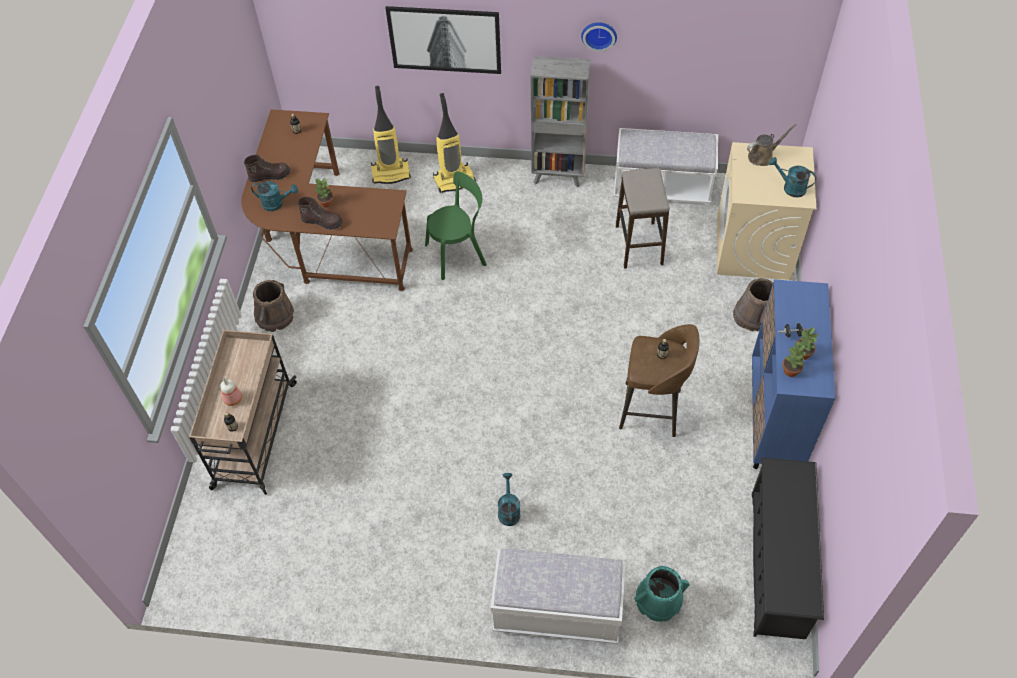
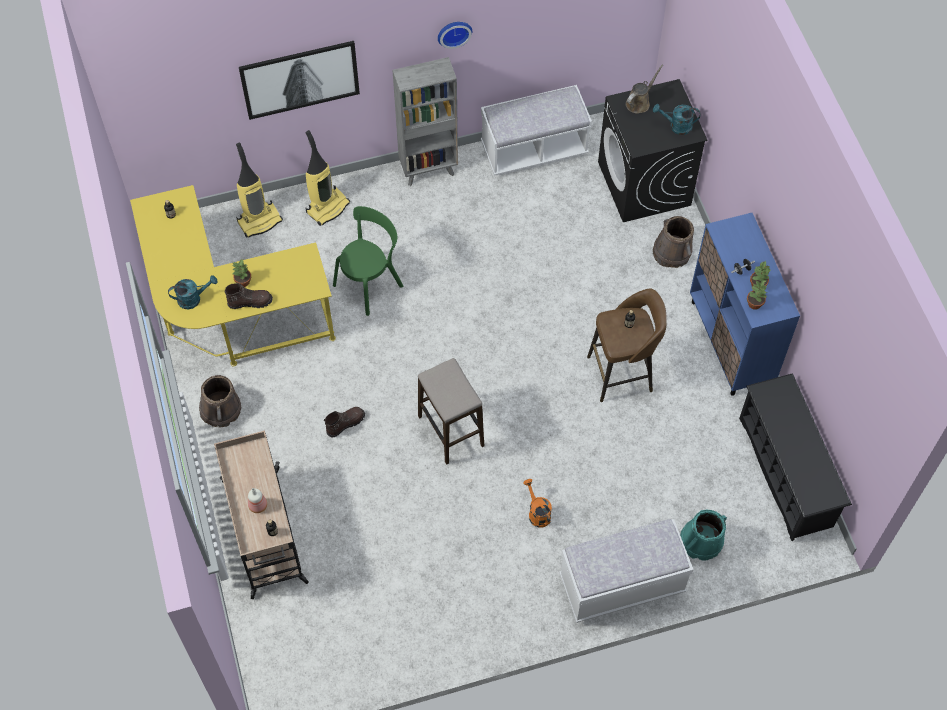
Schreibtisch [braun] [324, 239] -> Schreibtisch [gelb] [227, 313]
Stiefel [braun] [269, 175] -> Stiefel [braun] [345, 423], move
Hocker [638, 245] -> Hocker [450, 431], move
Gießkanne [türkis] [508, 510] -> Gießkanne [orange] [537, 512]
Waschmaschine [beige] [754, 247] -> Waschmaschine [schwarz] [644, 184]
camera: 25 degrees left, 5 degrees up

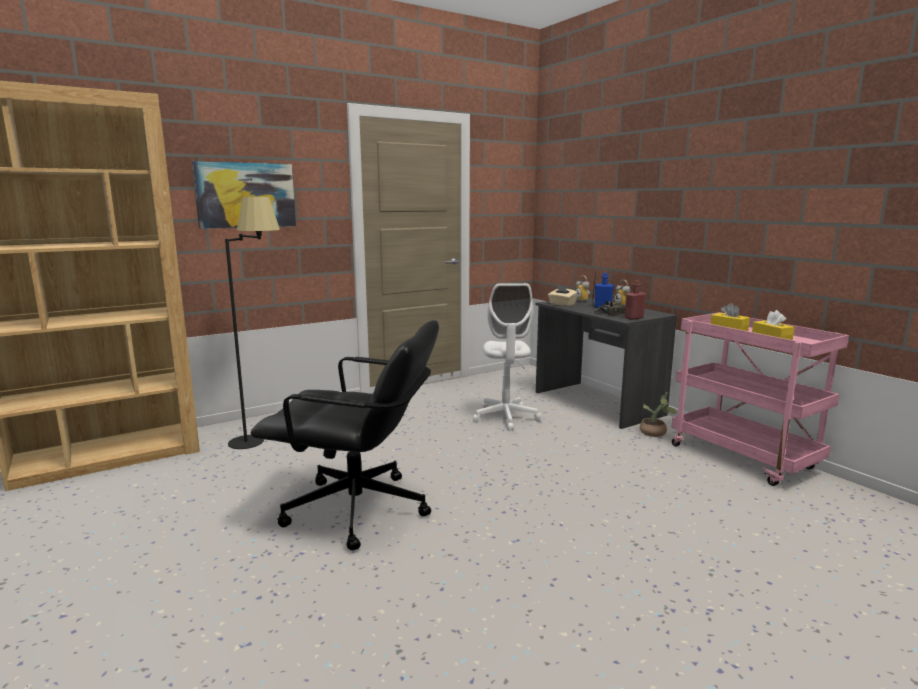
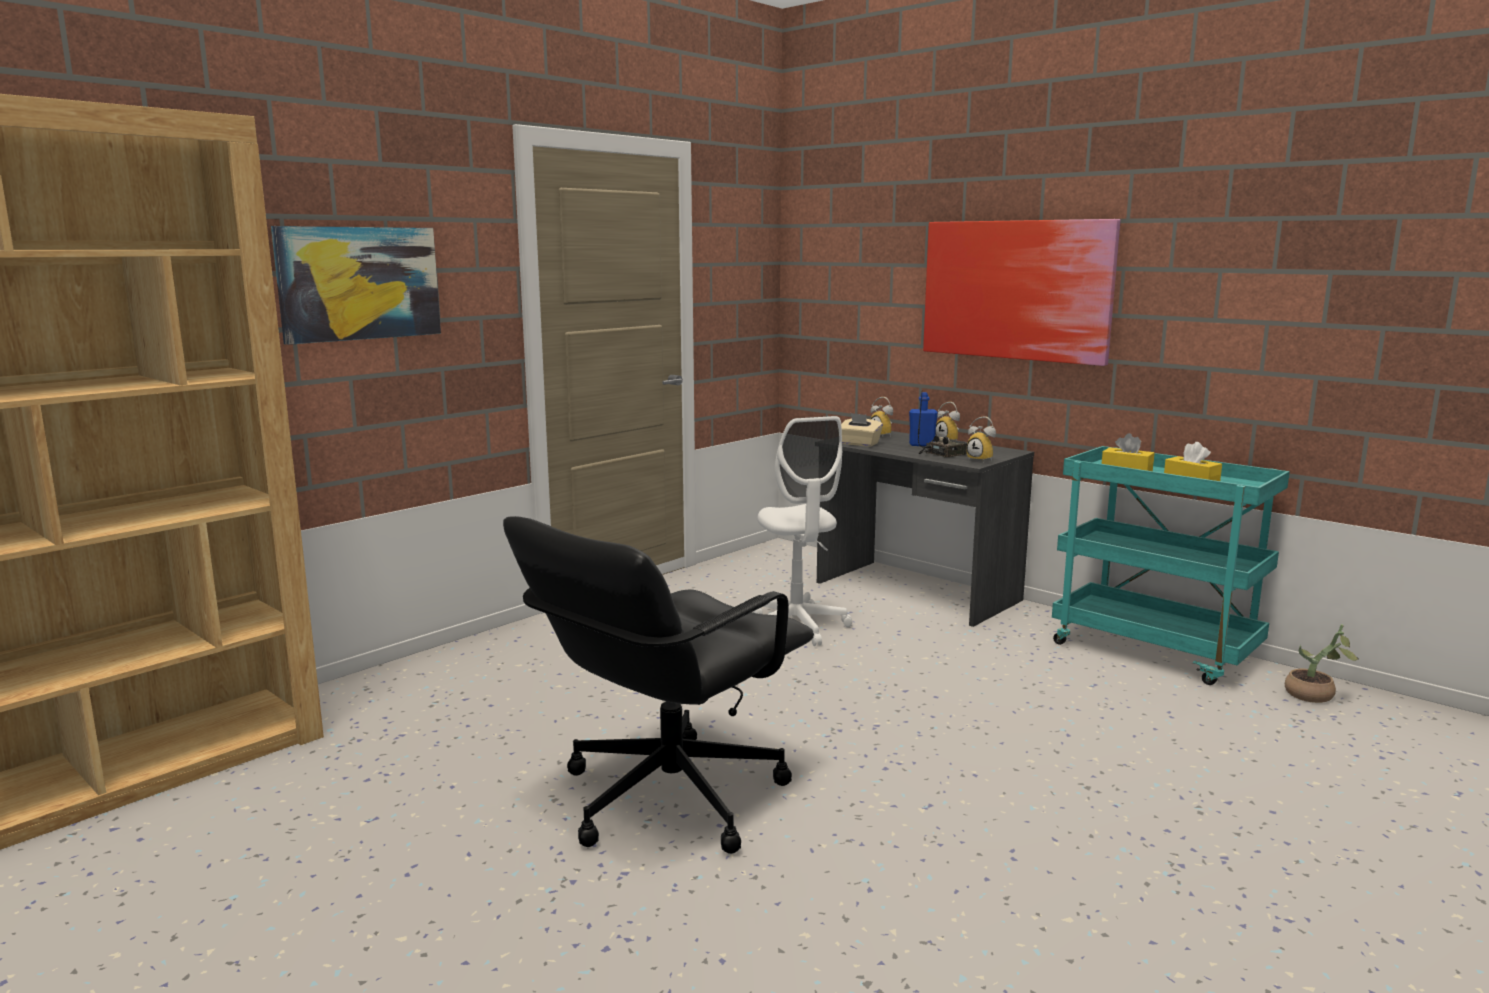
Bürostuhl [schwarz] [358, 511] -> Bürostuhl [schwarz] [668, 796], 135 degrees clockwise
none -> Bild [1016, 290]
Flasche [rot] [634, 318] -> Wecker [982, 460]
Rollwagen [rosa] [744, 458] -> Rollwagen [türkis] [1156, 651]
Topfpflanze [655, 434] -> Topfpflanze [1315, 696], move
Stehlampe [schwarz] [262, 441] -> none
camera: 15 degrees left, 0 degrees up

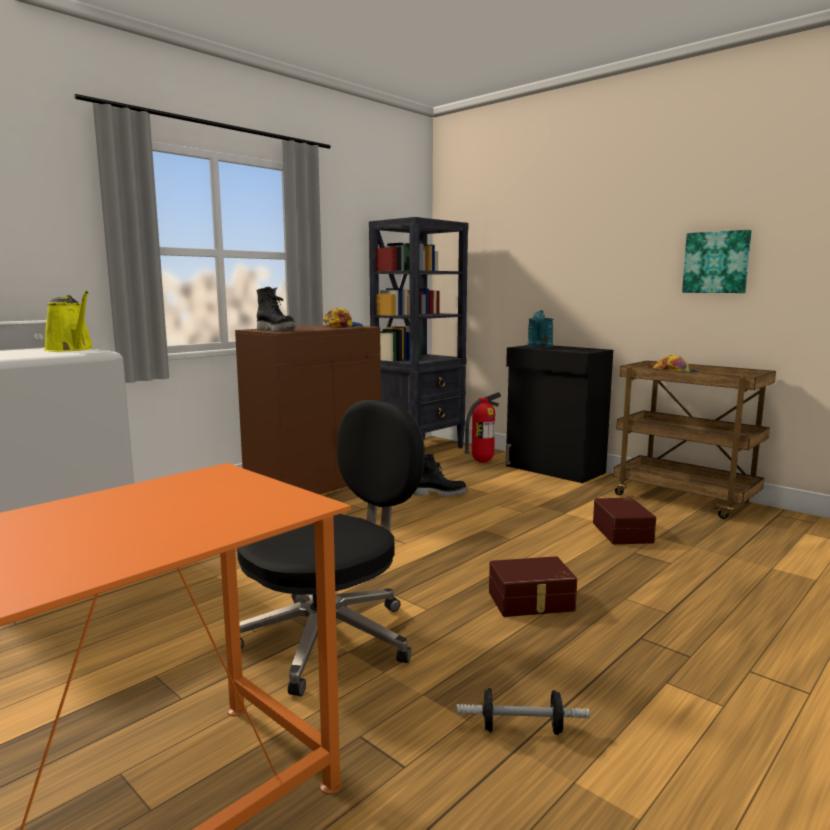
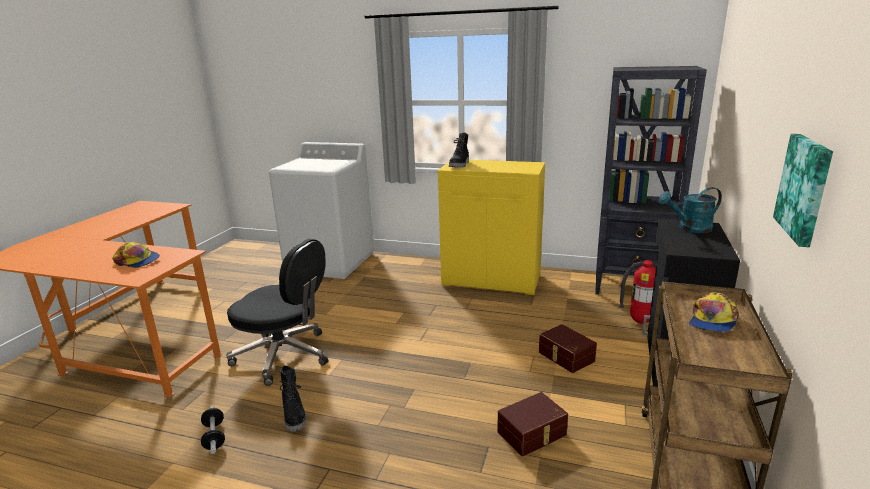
Kappe [342, 326] -> Kappe [138, 261], move
Stiefel [schwarz] [439, 493] -> Stiefel [schwarz] [294, 415], move
Schrank [braun] [314, 485] -> Schrank [gelb] [492, 280]
Aufbewahrungsbox [braun] [531, 602] -> Aufbewahrungsbox [braun] [565, 357], move
Gießkanne [gelb] [71, 349] -> none
camera: 65 degrees right, 10 degrees up

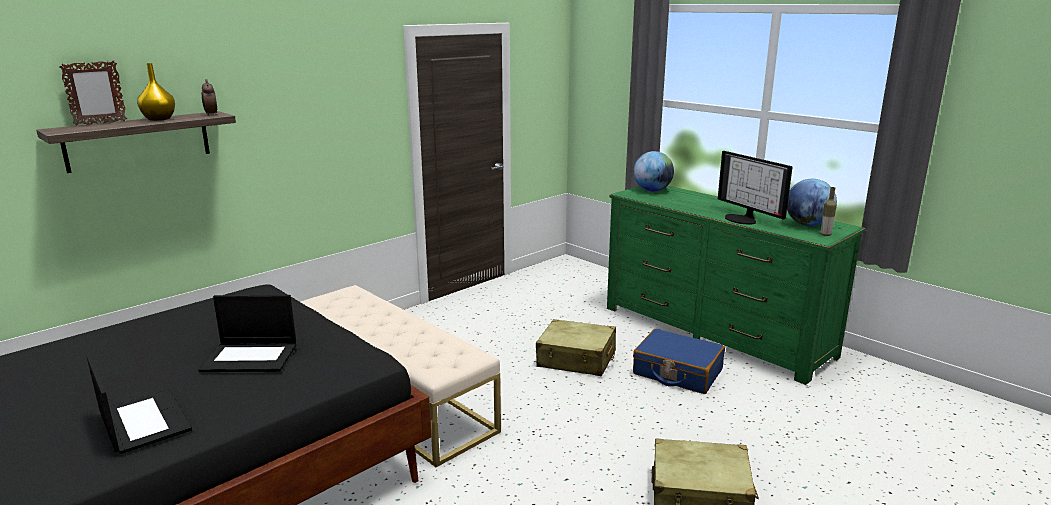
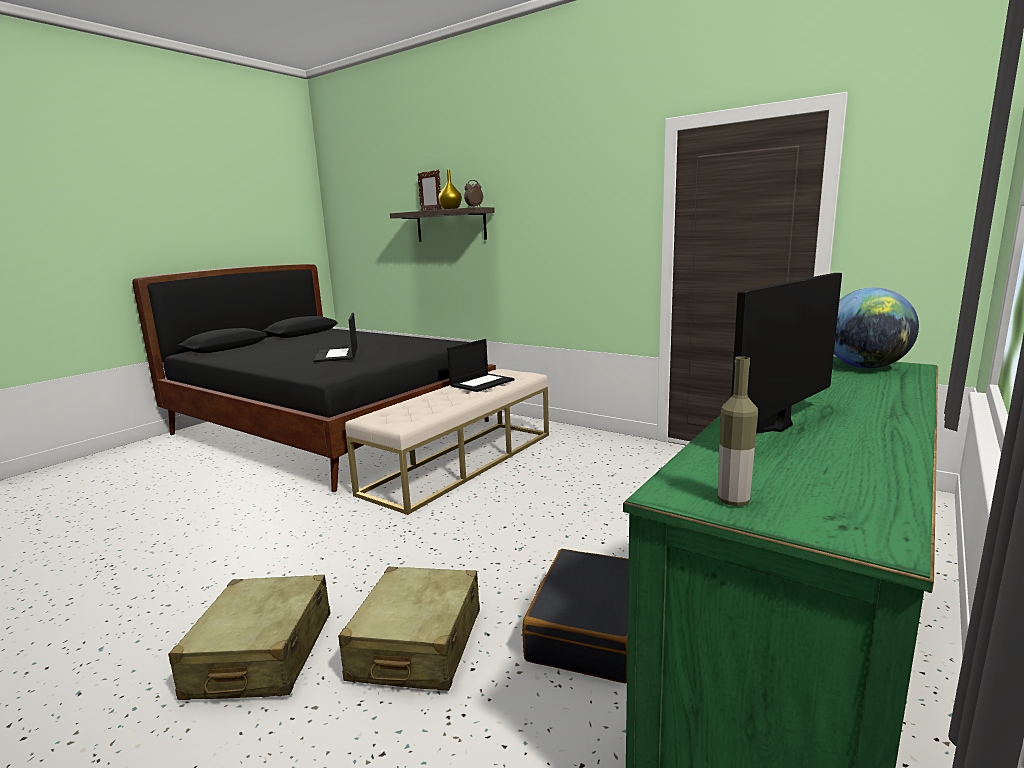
Koffer [beige] [576, 359] -> Koffer [beige] [417, 645], move
Laptop [143, 421] -> Laptop [482, 383], move
Koffer [blau] [677, 372] -> Koffer [schwarz] [589, 629]
Globus [807, 224] -> none
camera: 80 degrees right, 5 degrees down

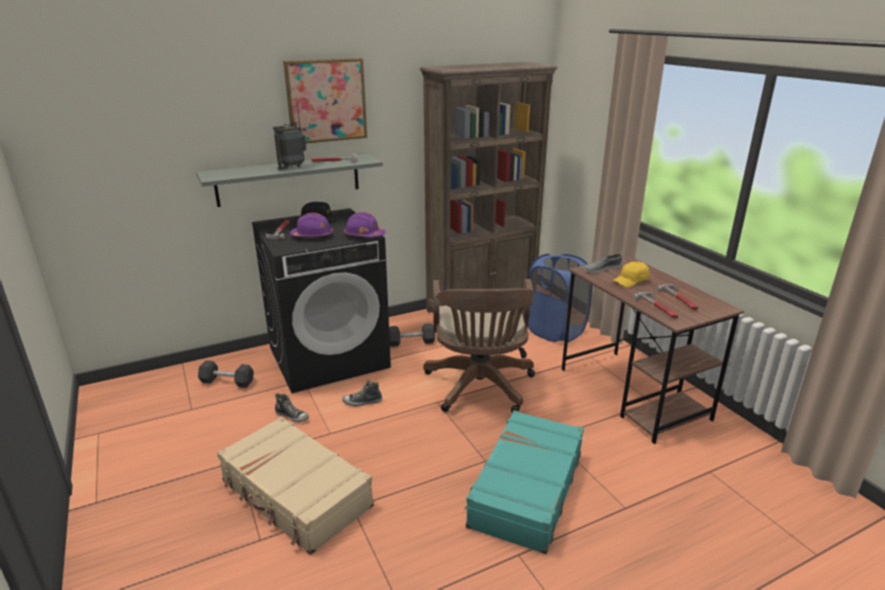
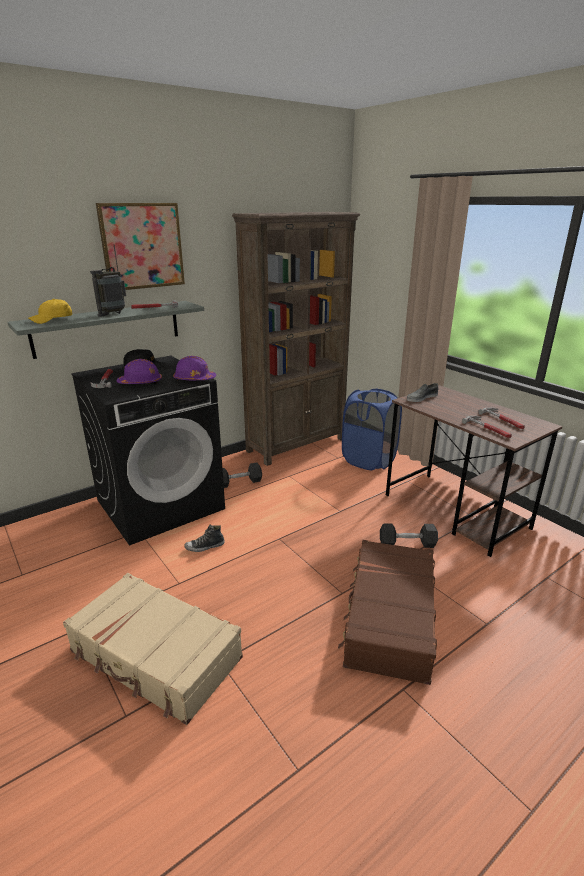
Kappe [gelb] [631, 281] -> Kappe [gelb] [52, 320], move
Koffer [türkis] [525, 489] -> Koffer [braun] [389, 617]
Hantel [grau] [227, 382] -> Hantel [grau] [407, 543], move
Schuh [292, 416] -> none
Bürostuhl [braun] [480, 388] -> none
camera: 10 degrees left, 0 degrees up

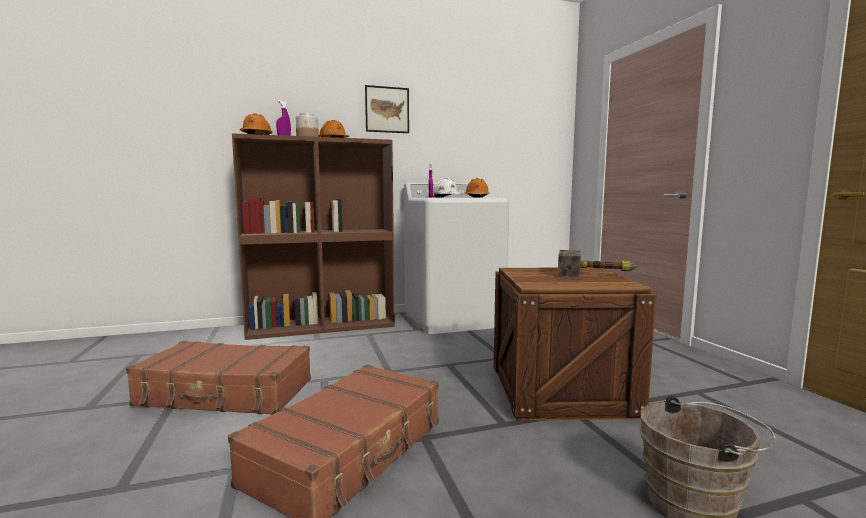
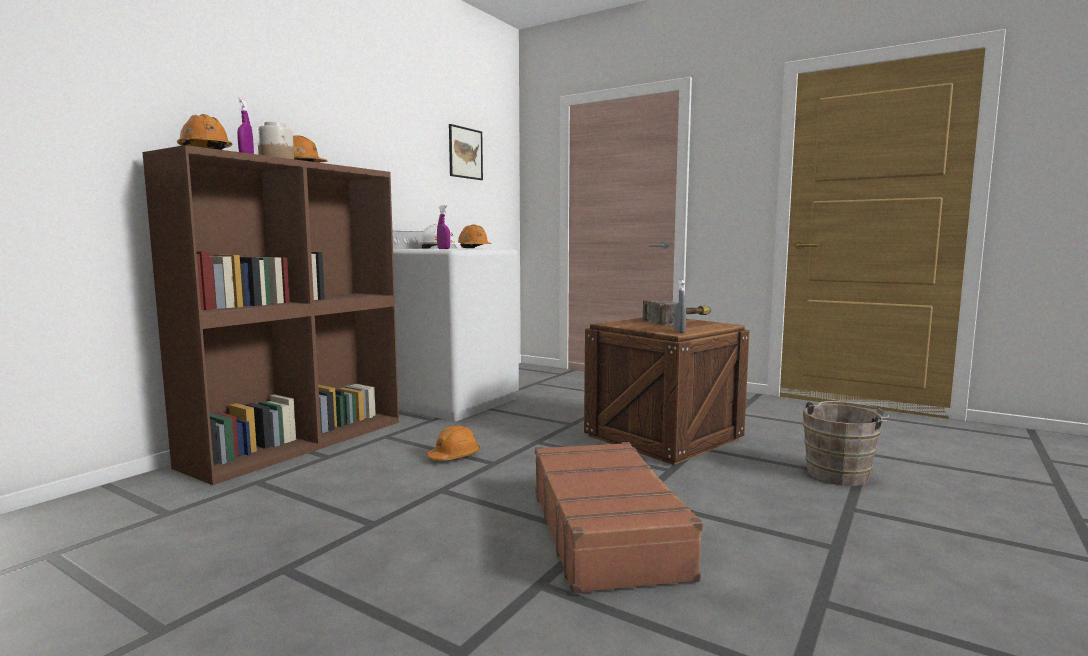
none -> Schutzhelm [orange] [454, 456]
Bild [387, 109] -> Bild [465, 153], move
none -> Sprühflasche [grau] [679, 332]
Koffer [braun] [226, 393] -> none
camera: 40 degrees left, 0 degrees up

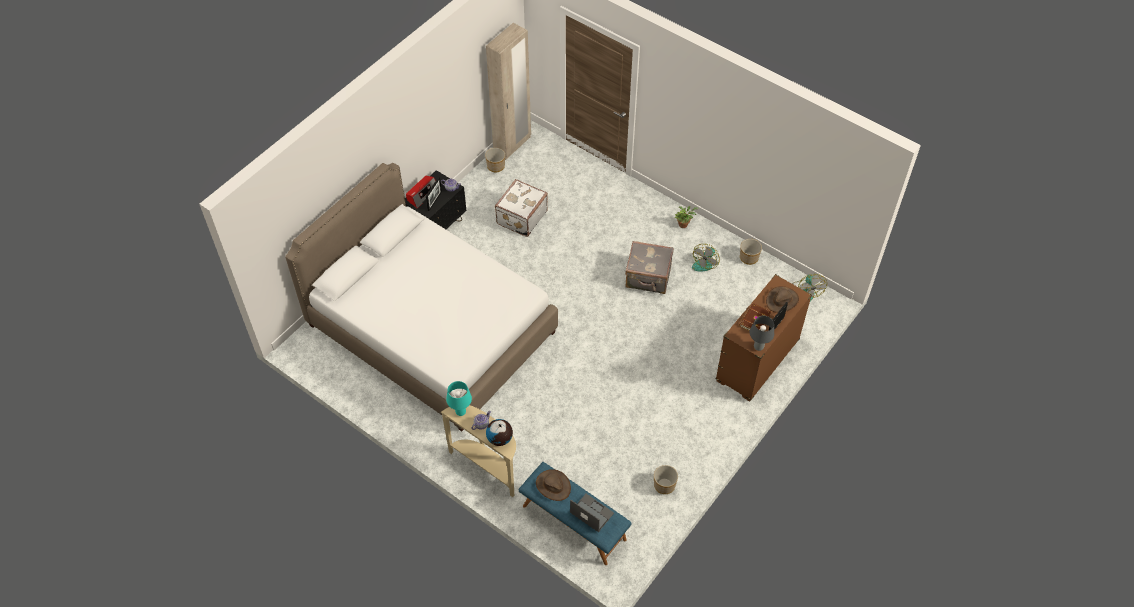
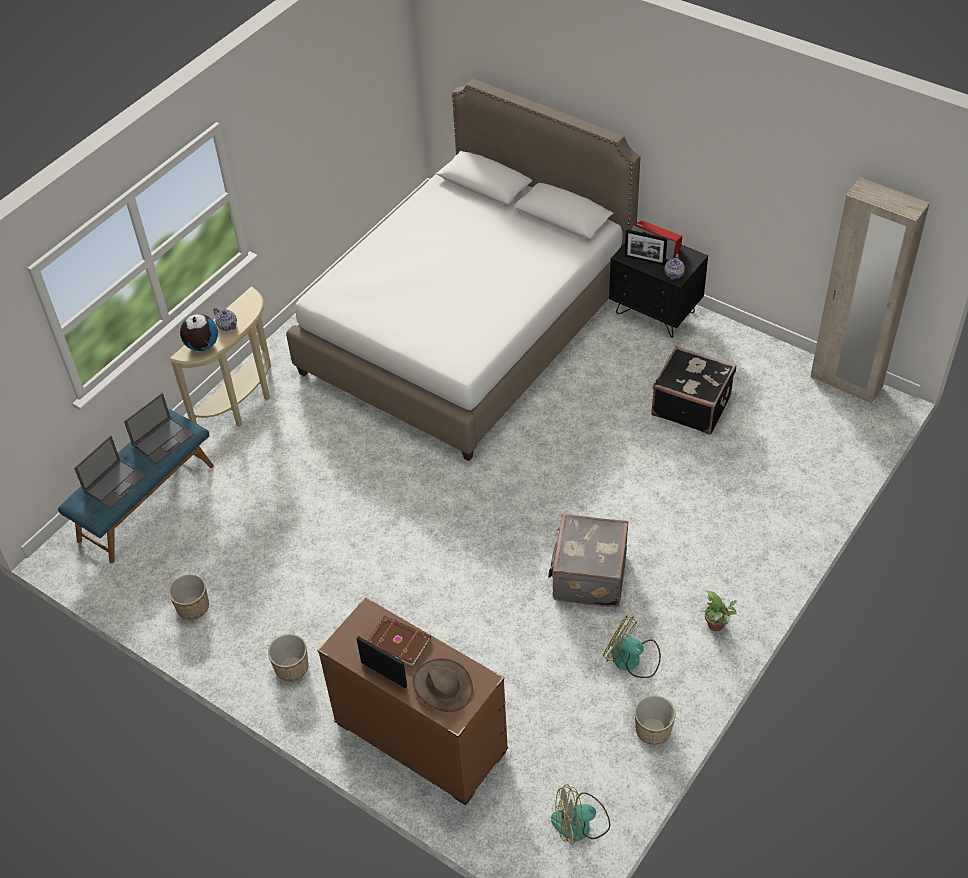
Hut [braun] [553, 486] -> Laptop [163, 440]
Pflanzkübel [496, 166] -> Pflanzkübel [291, 668], move
Koffer [weiß] [521, 217] -> Koffer [schwarz] [691, 405]
Tischlampe [türkis] [460, 412] -> none
Tischlampe [grau] [758, 347] -> none
camera: 90 degrees right, 5 degrees down

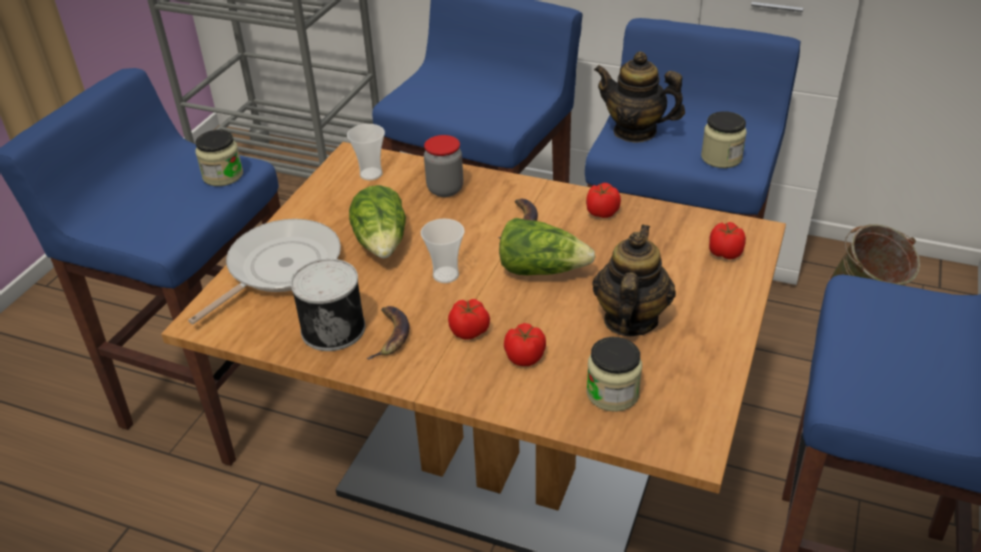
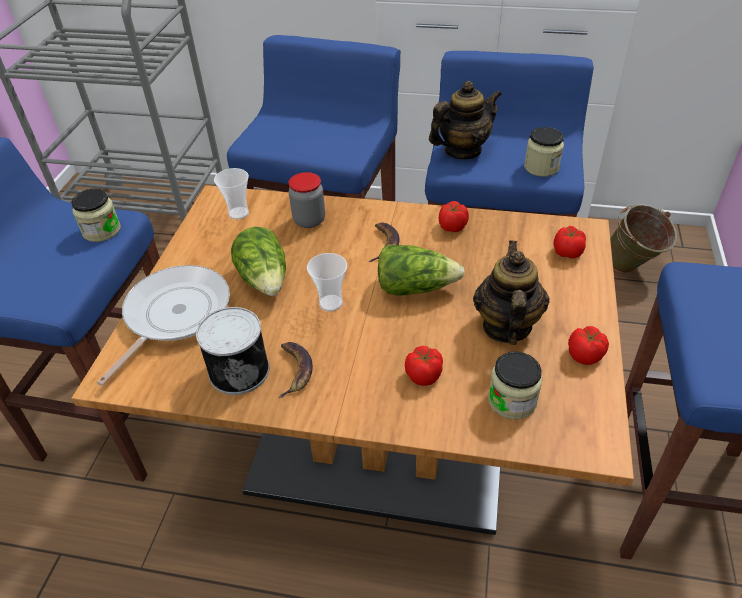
Teekanne [635, 131] -> Teekanne [462, 151], 135 degrees clockwise
Tomate [470, 331] -> Tomate [585, 355], move
camera: 10 degrees left, 5 degrees up

